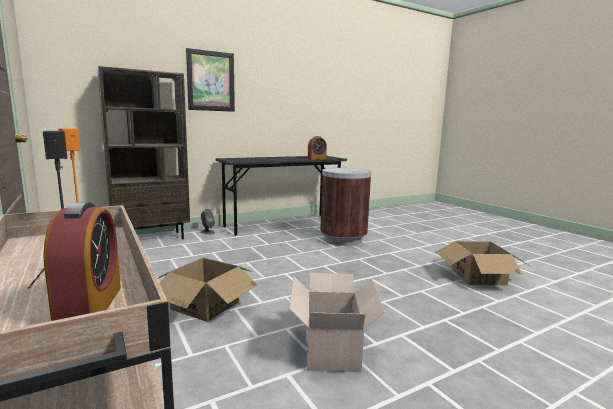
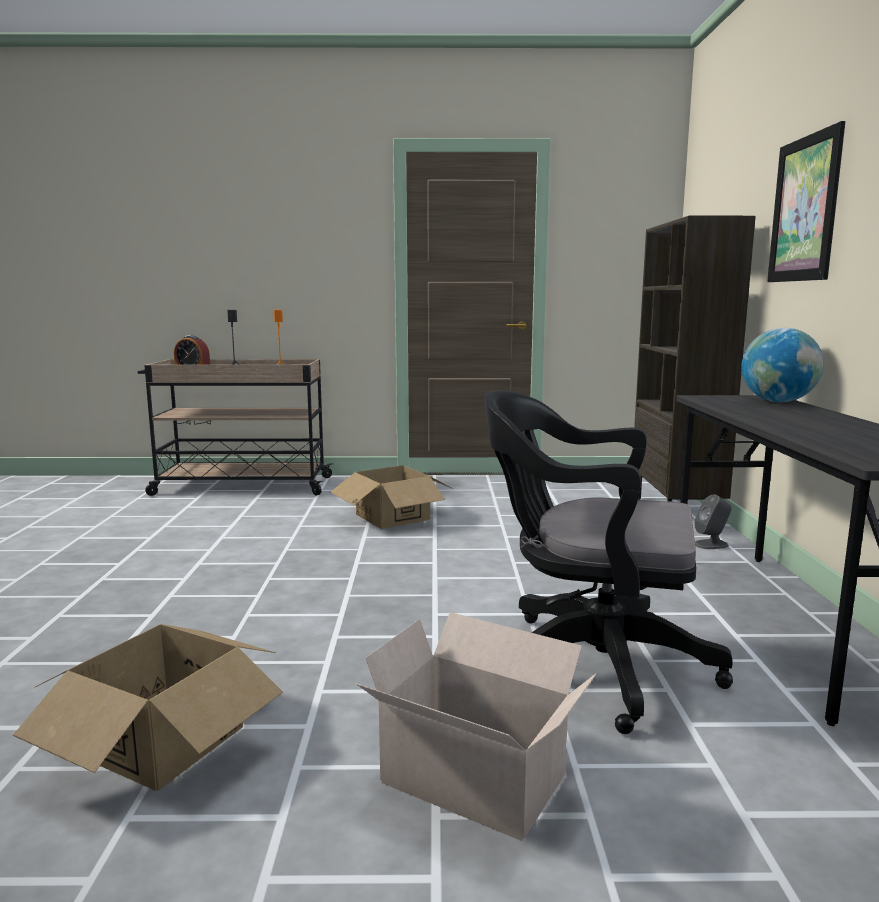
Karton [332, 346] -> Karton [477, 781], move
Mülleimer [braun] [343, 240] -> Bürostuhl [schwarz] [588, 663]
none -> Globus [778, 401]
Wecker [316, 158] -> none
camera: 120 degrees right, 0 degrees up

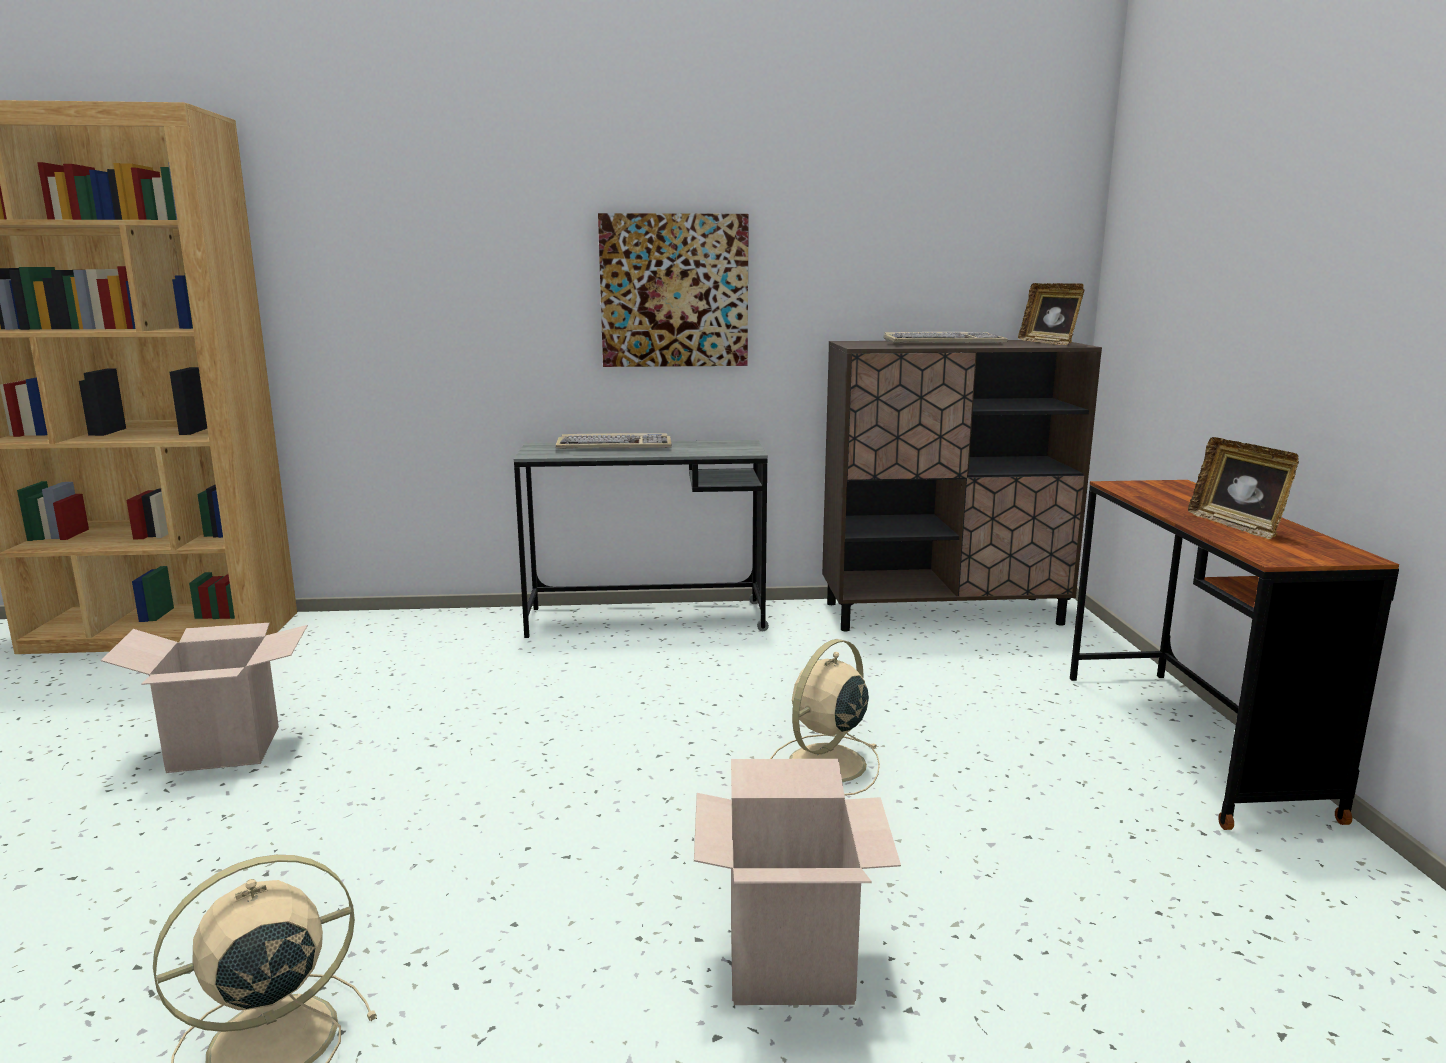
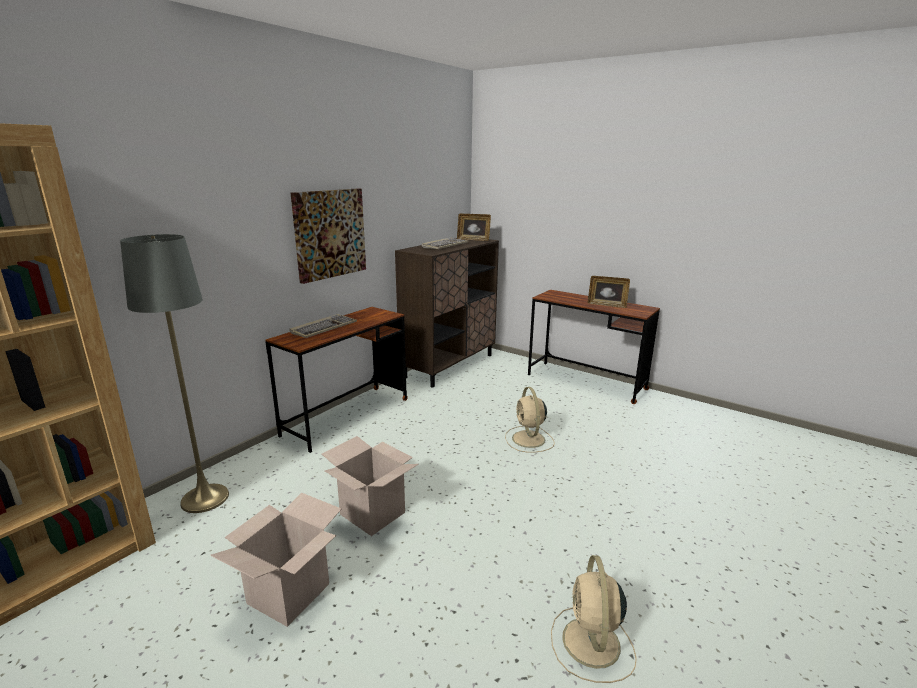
none -> Stehlampe [grau] [205, 498]
Schreibtisch [grau] [646, 619] -> Schreibtisch [braun] [347, 417]
Karton [789, 960] -> Karton [372, 513], move
camera: 50 degrees left, 5 degrees up

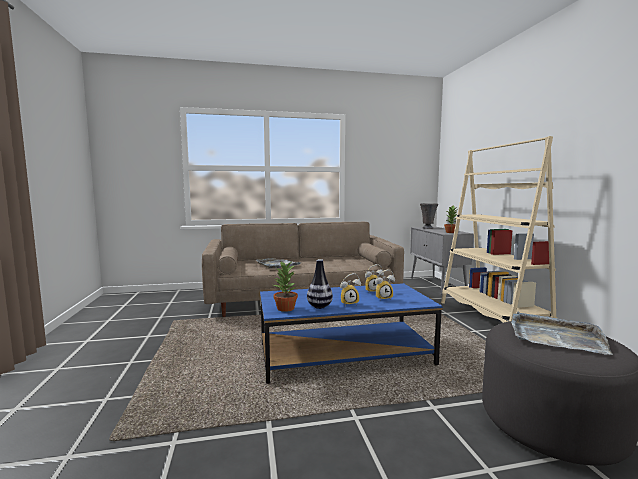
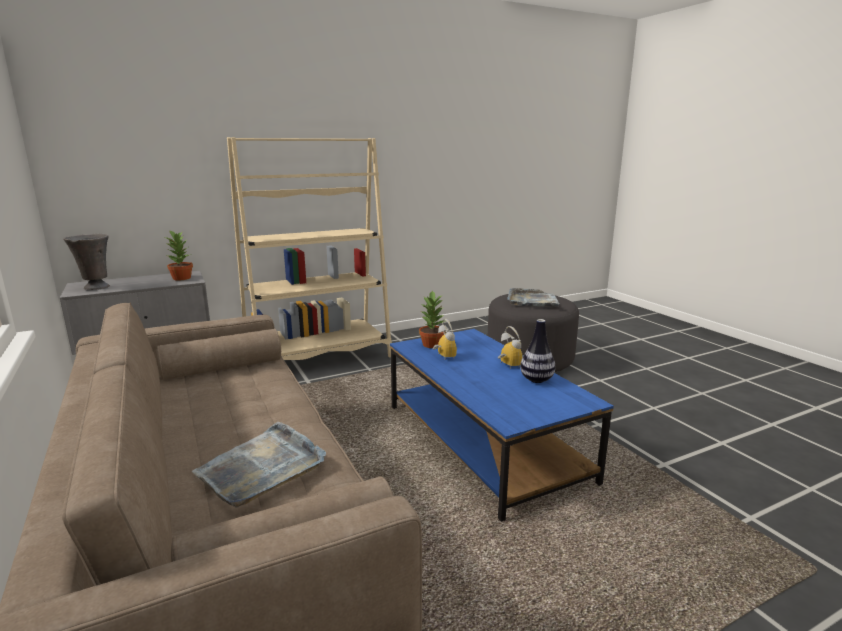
Topfpflanze [285, 308] -> Topfpflanze [432, 344], move
Wecker [383, 298] -> none
camera: 105 degrees left, 10 degrees up

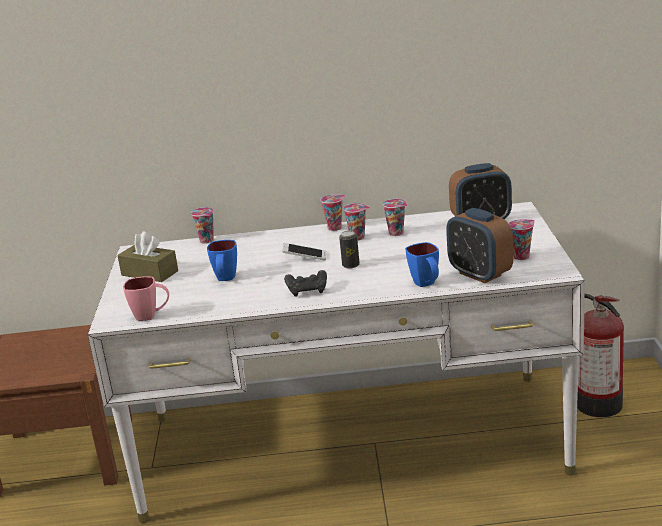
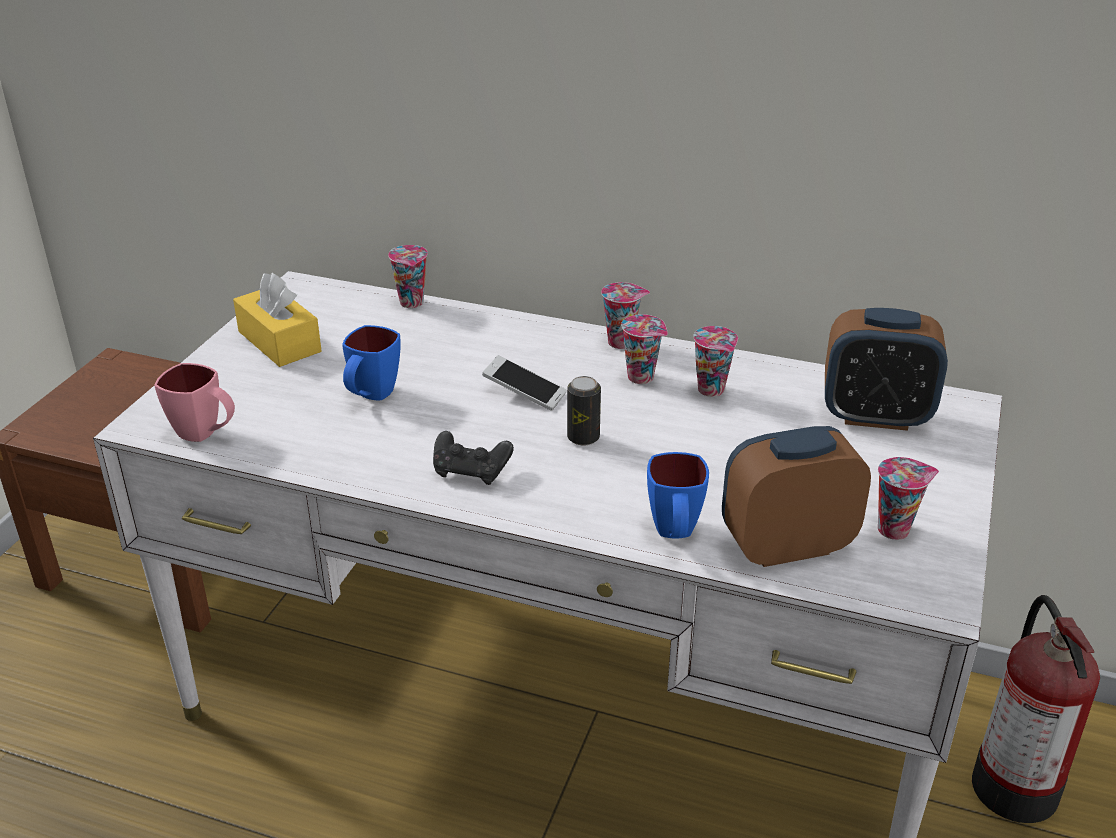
Taschentuchbox [braun] [149, 273] -> Taschentuchbox [gelb] [279, 342]
Wecker [480, 274] -> Wecker [786, 546], 90 degrees clockwise
camera: 20 degrees right, 10 degrees up

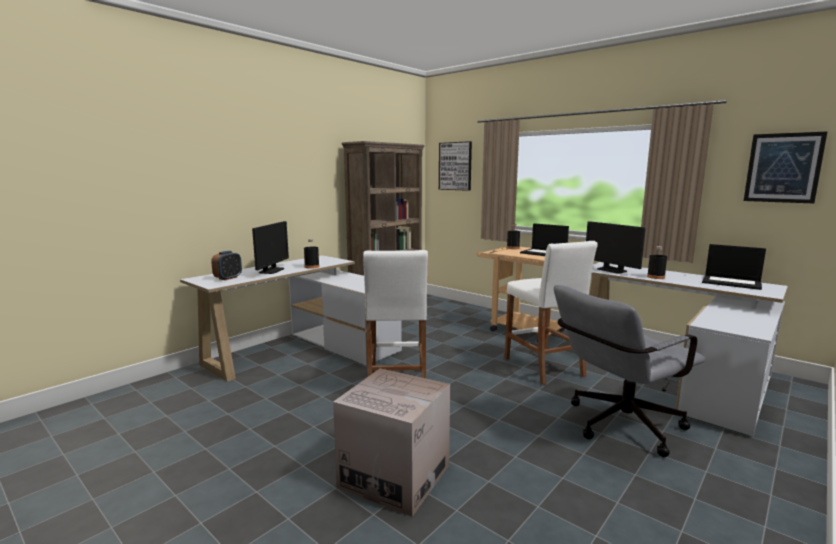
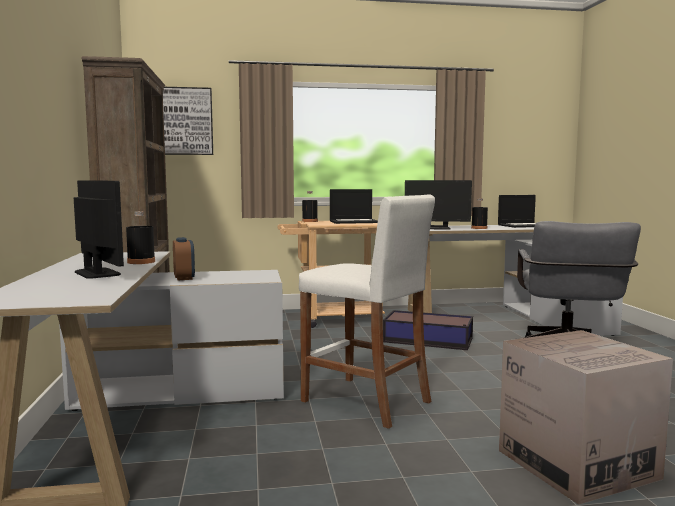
Wecker [228, 278] -> Wecker [184, 278], move
Hocker [weiß] [543, 367] -> Aufbewahrungsbox [429, 340]
Bild [783, 168] -> none
camera: 50 degrees left, 5 degrees down

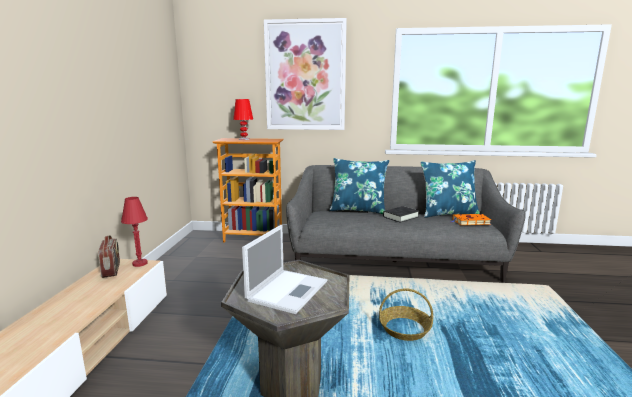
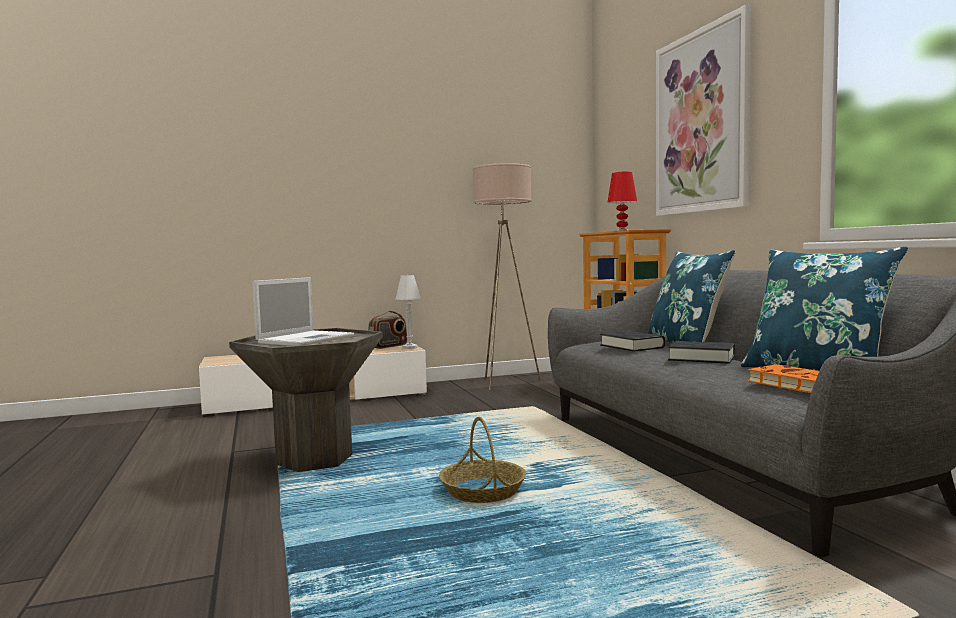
Laptop [288, 290] -> Laptop [307, 339], 60 degrees counterclockwise
Tischlampe [rot] [140, 263] -> Tischlampe [weiß] [409, 347]
none -> Stehlampe [beige] [505, 383]
none -> Buch [schwarz] [632, 346]
camera: 65 degrees right, 10 degrees down

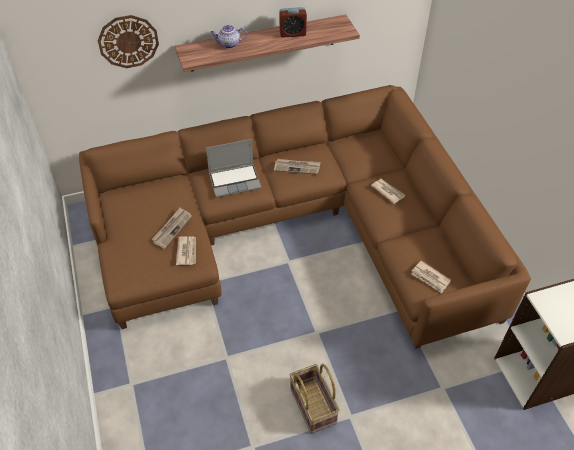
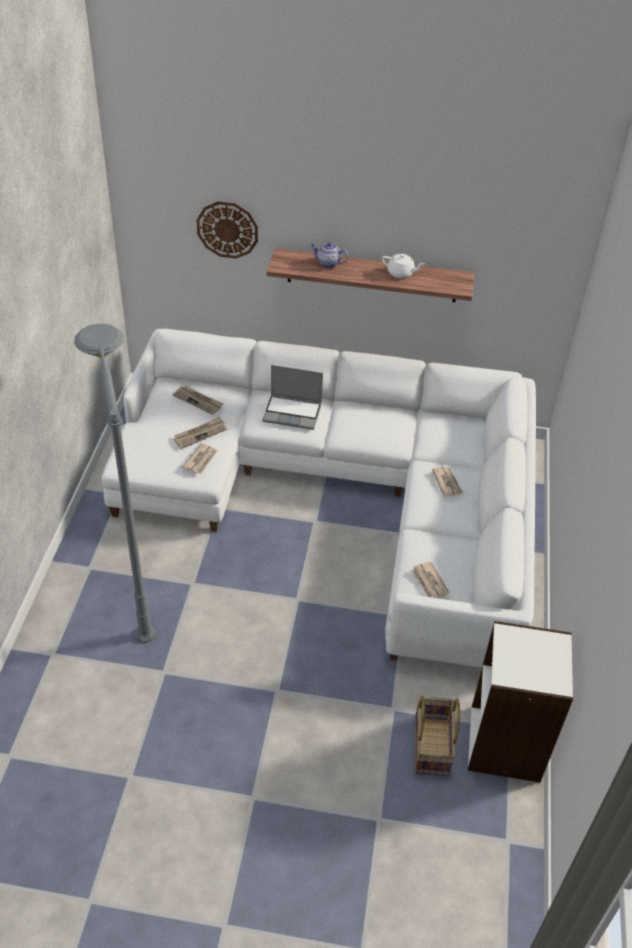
none -> Stehlampe [grau] [136, 585]
Sofa [braun] [296, 229] -> Sofa [weiß] [345, 493]
Zeitung [297, 167] -> Zeitung [198, 401], move
Wecker [292, 33] -> Teekanne [weiß] [401, 273]
Korb [314, 406] -> Korb [432, 746], move
camera: 25 degrees right, 5 degrees down

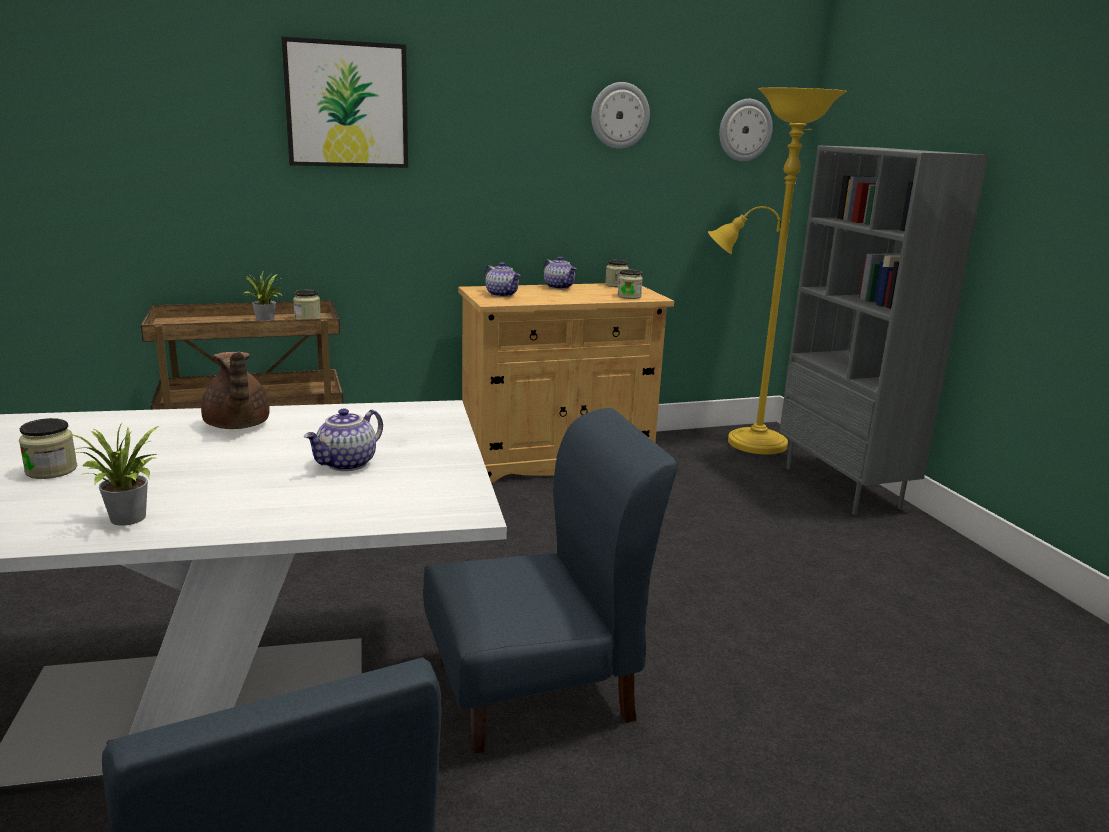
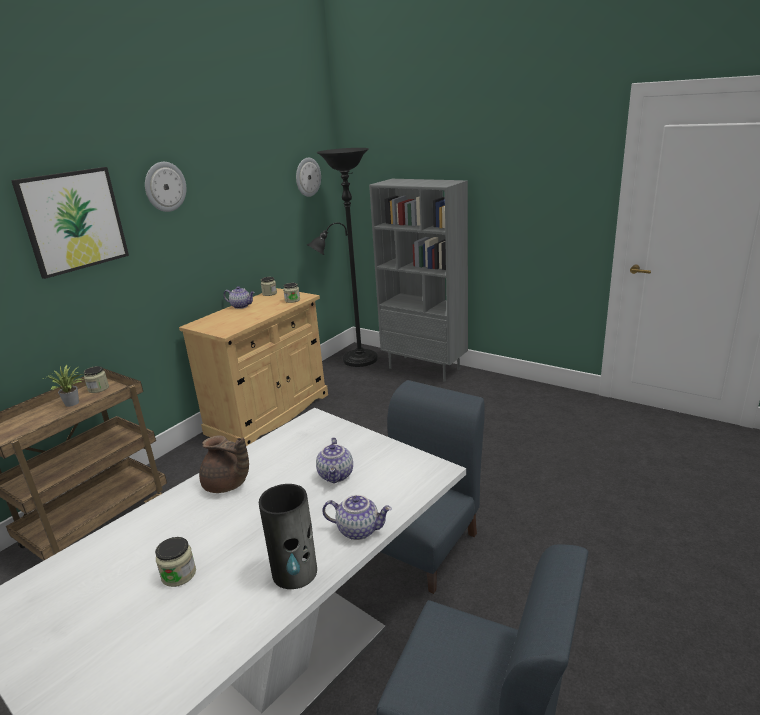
Wanduhr [619, 115] -> Wanduhr [165, 186], move
Topfpflanze [127, 520] -> Vase [295, 572]
Stehlampe [gelb] [748, 442] -> Stehlampe [schwarz] [355, 360]
Teekanne [502, 294] -> Teekanne [359, 529], move
camera: 35 degrees left, 5 degrees up

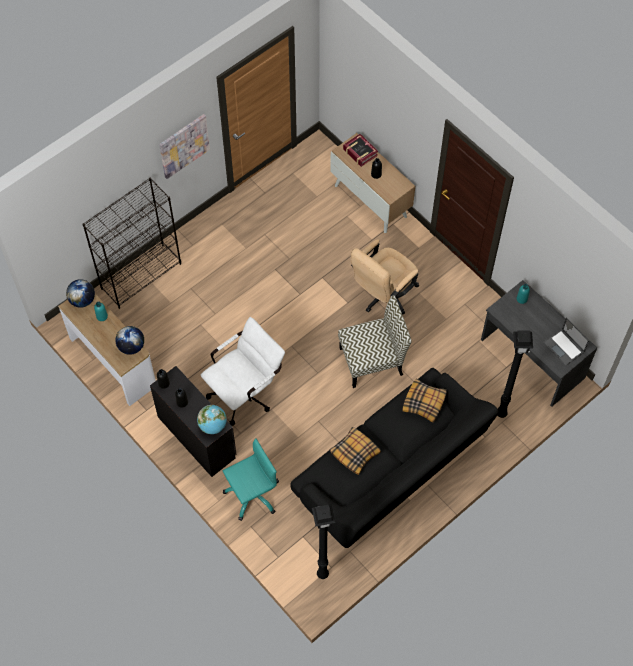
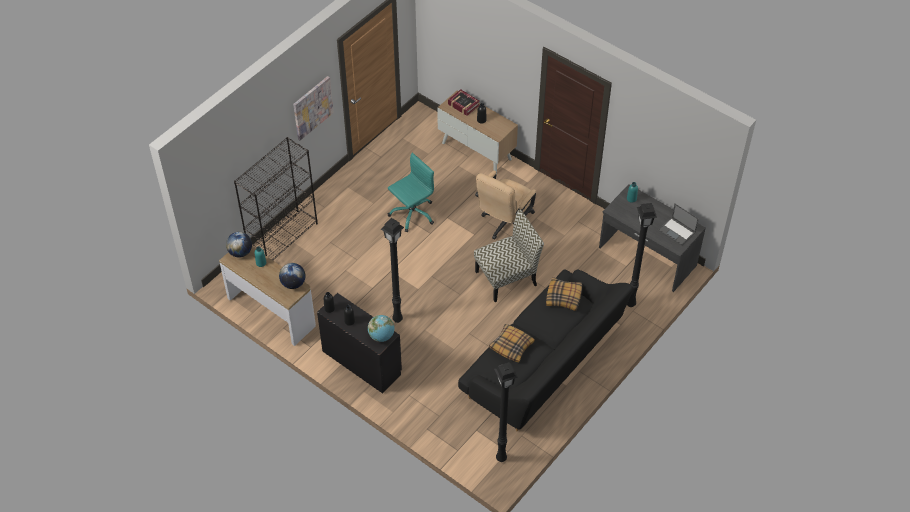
Bürostuhl [weiß] [245, 392] -> Stehlampe [schwarz] [398, 319]
Bürostuhl [türkis] [252, 494] -> Bürostuhl [türkis] [412, 214], move
camera: 10 degrees left, 10 degrees down

